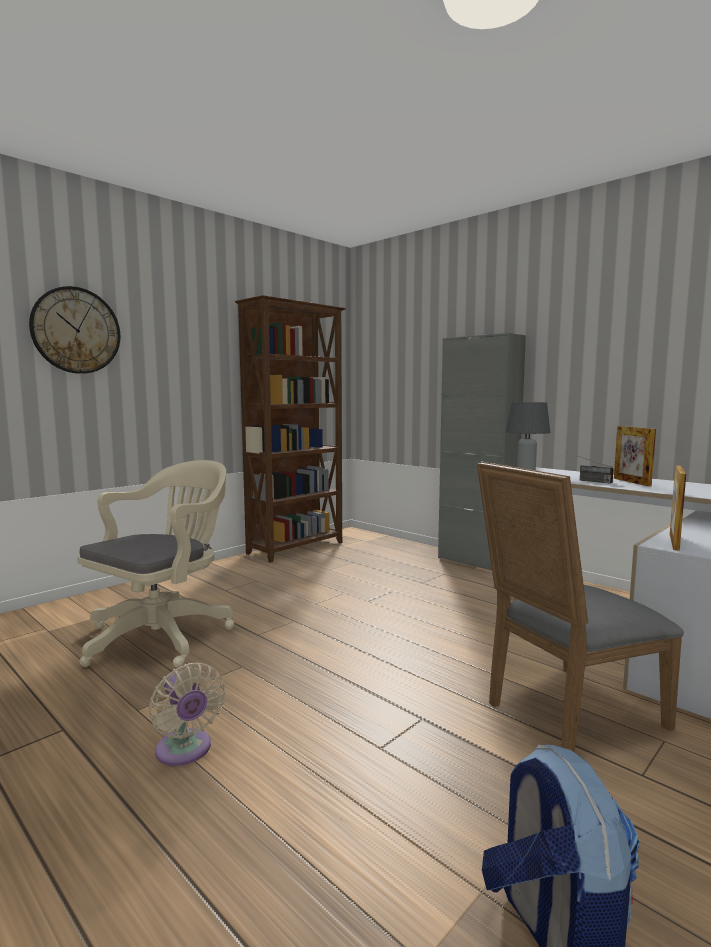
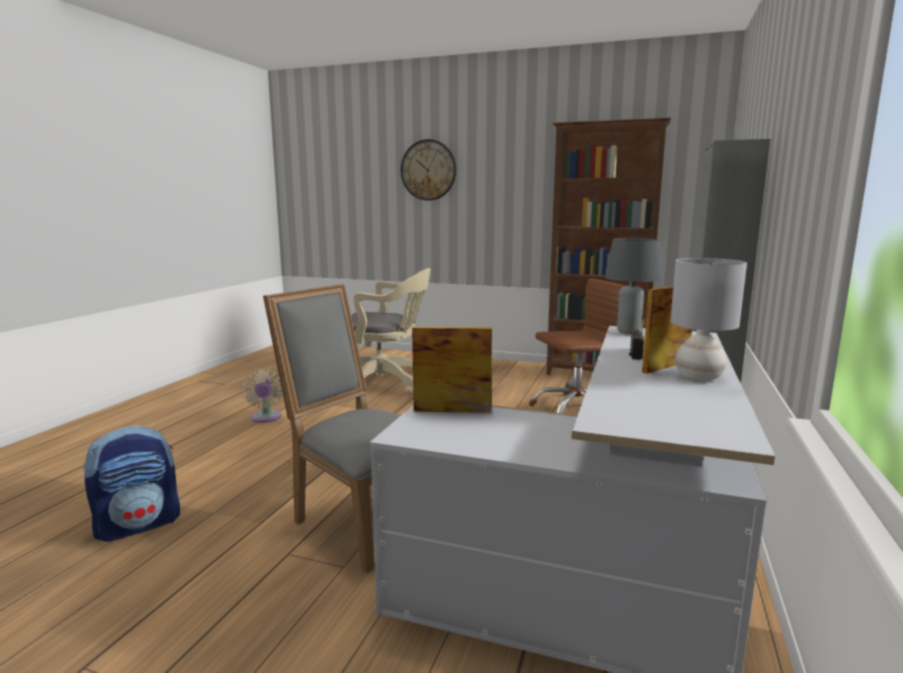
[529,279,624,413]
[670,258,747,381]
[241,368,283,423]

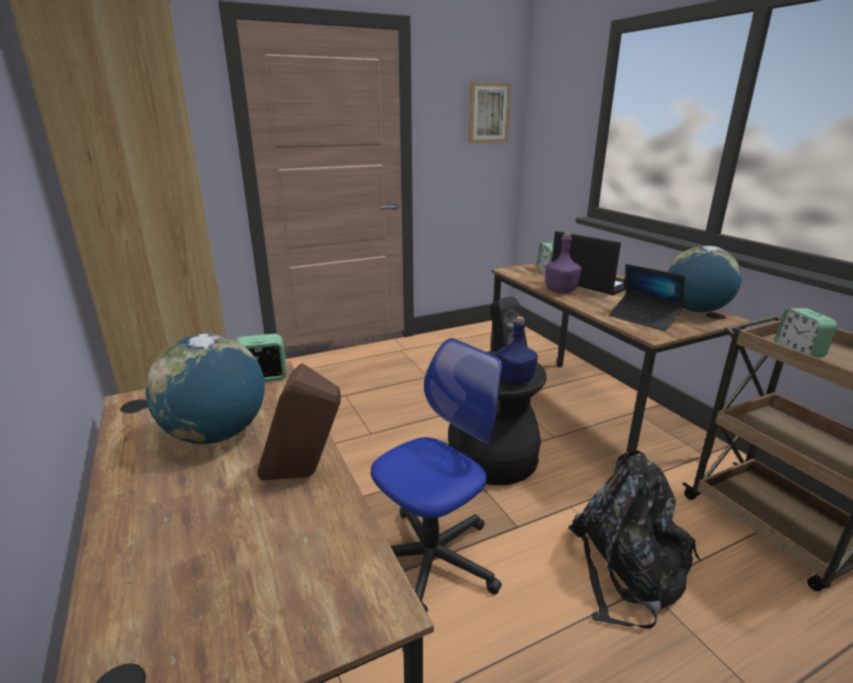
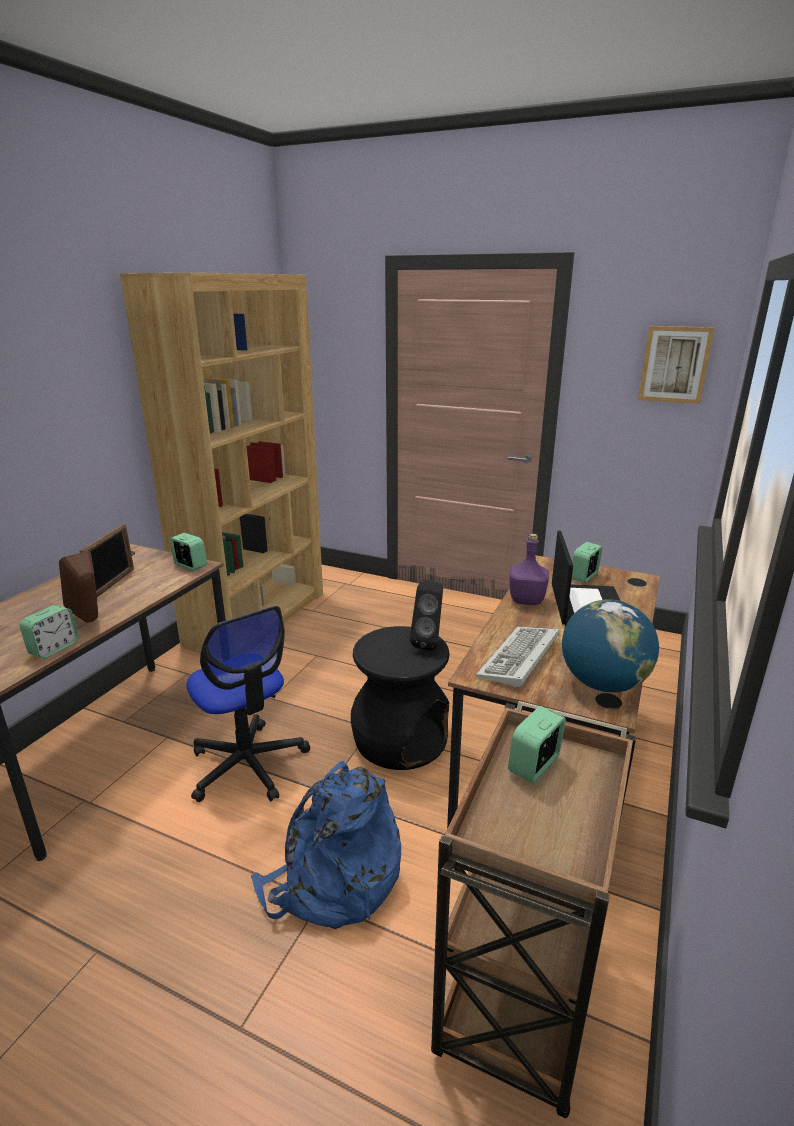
[496,316,538,386] (first image)
[20,605,79,658]
[79,524,134,597]
[476,627,559,688]
[251,761,401,929]
[187,606,310,802]

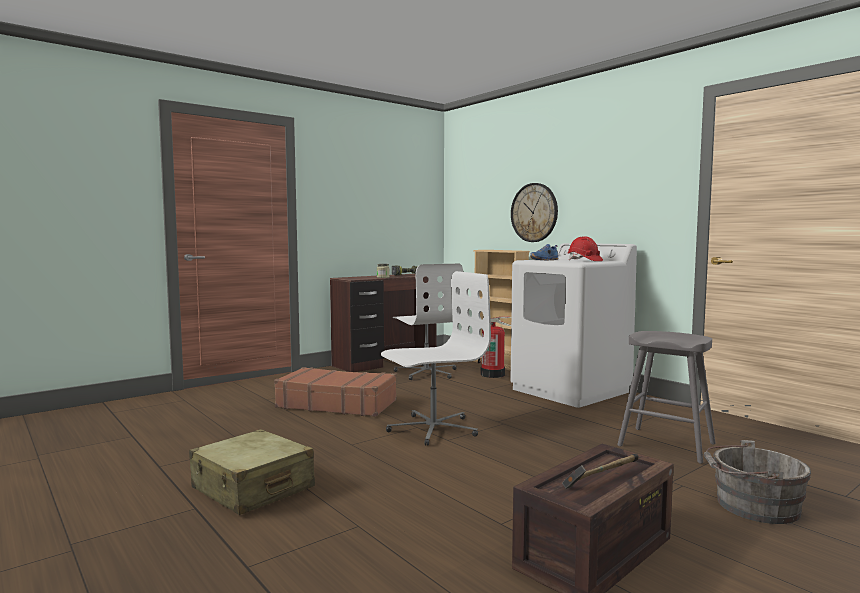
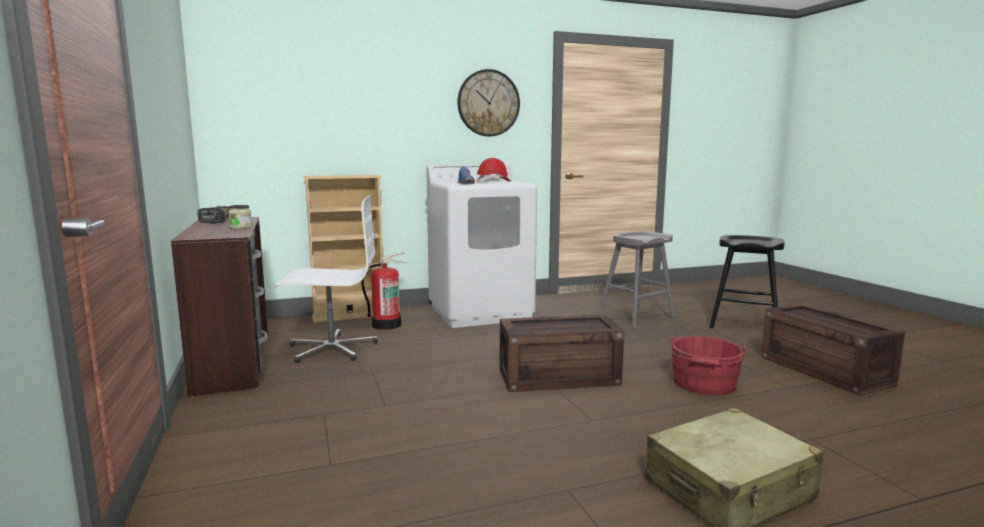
[274,367,397,417] (first image)
[562,453,638,489] (first image)
[669,336,746,395]
[457,69,520,137]
[500,315,624,392]
[709,235,785,328]

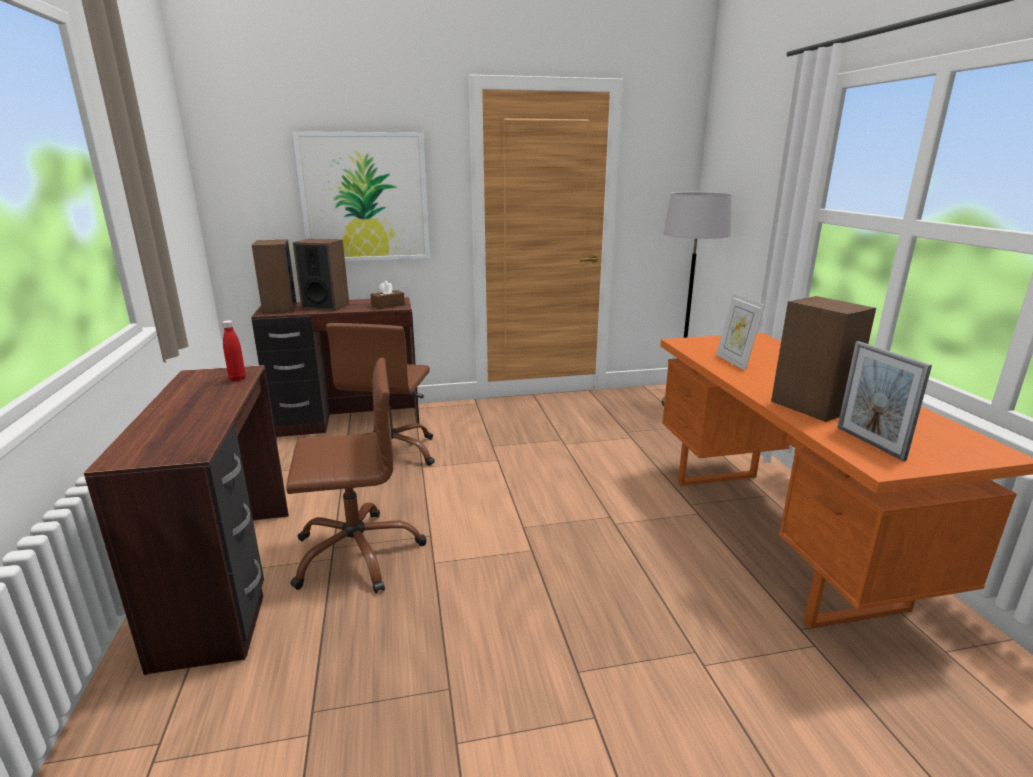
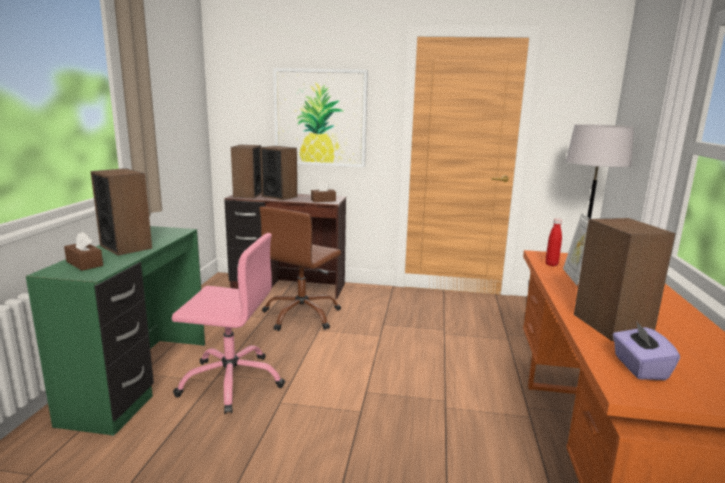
[64,232,103,271]
[90,168,152,256]
[545,218,562,266]
[613,321,680,380]
[26,226,205,436]
[172,233,285,414]

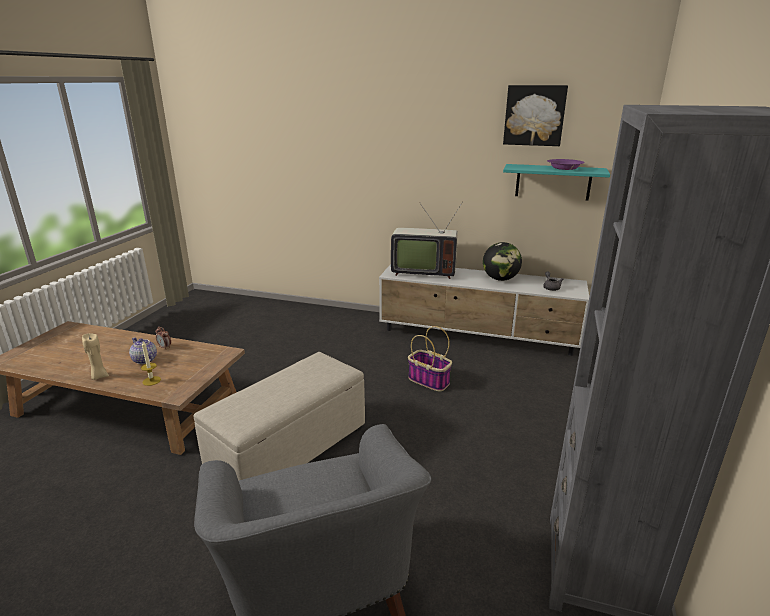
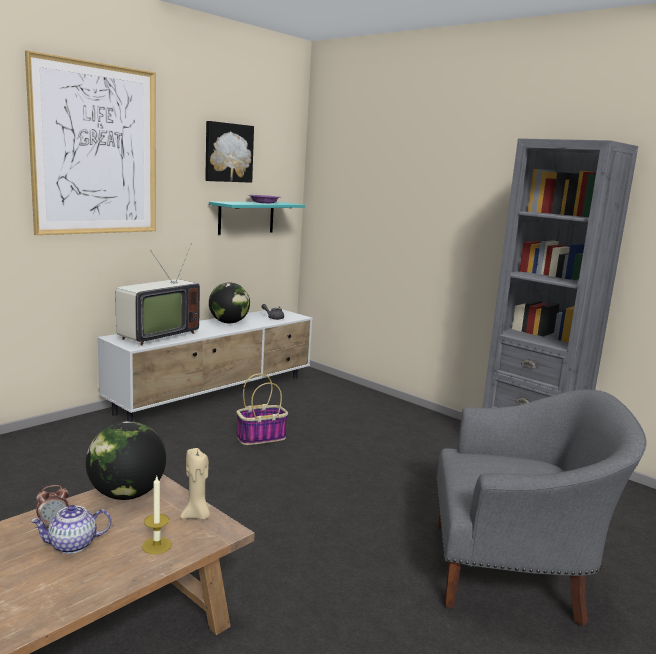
[194,352,365,481] (first image)
[25,50,156,235]
[86,421,166,500]
[180,448,211,520]

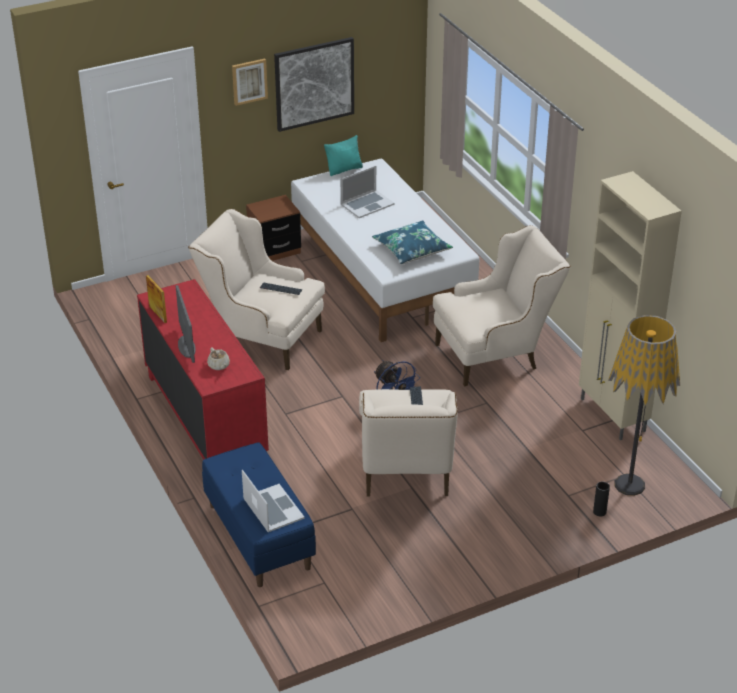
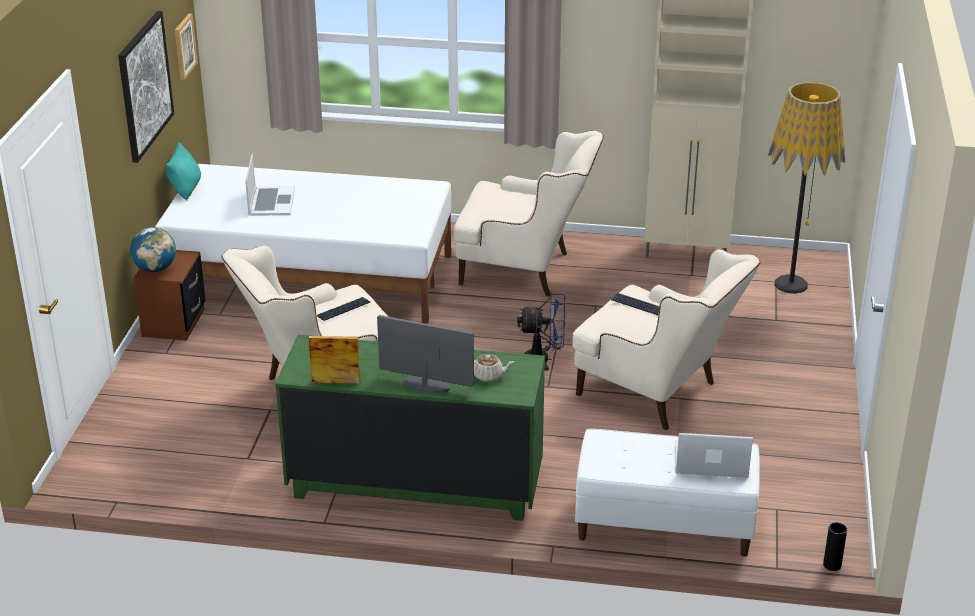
[372,220,453,264] (first image)
[130,227,176,272]
[175,13,198,80]
[823,522,847,571]
[275,335,545,521]
[575,429,760,557]
[454,130,604,297]

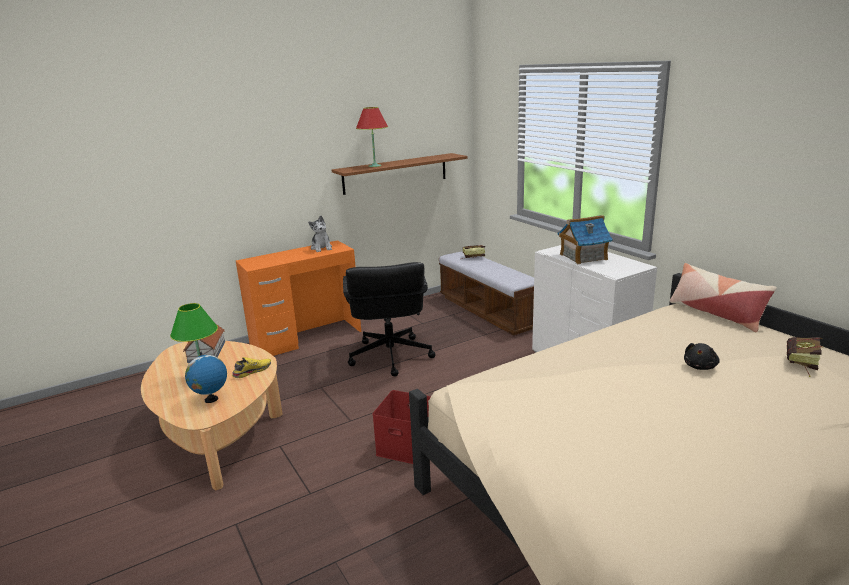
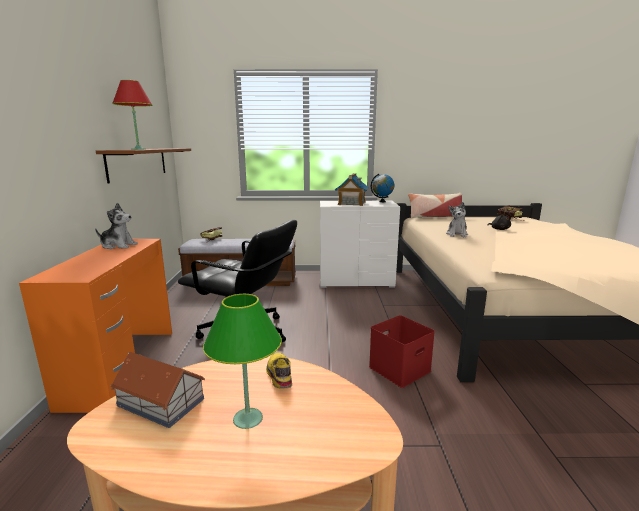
[446,202,468,238]
[371,174,394,202]

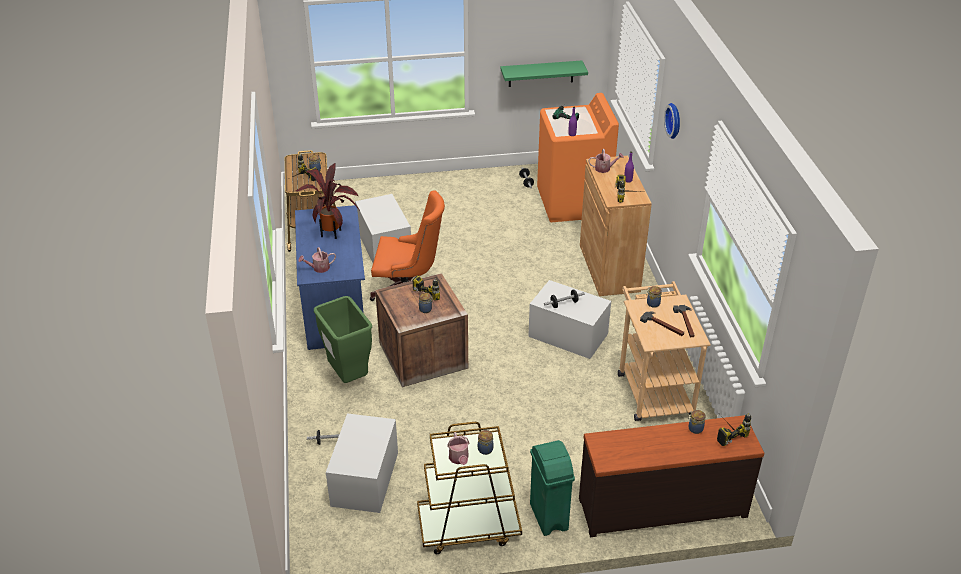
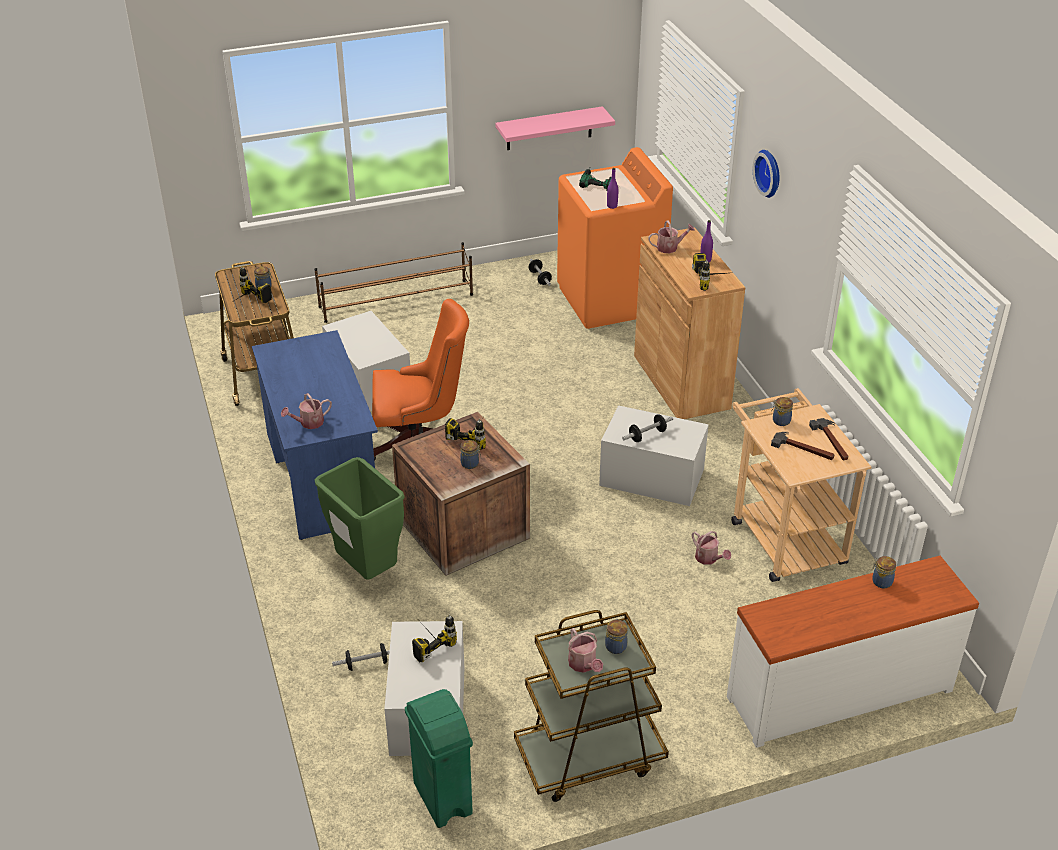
[296,163,359,239] (first image)
[314,242,473,323]
[692,531,731,565]
[405,689,473,828]
[412,614,457,663]
[495,106,615,150]
[727,556,979,748]

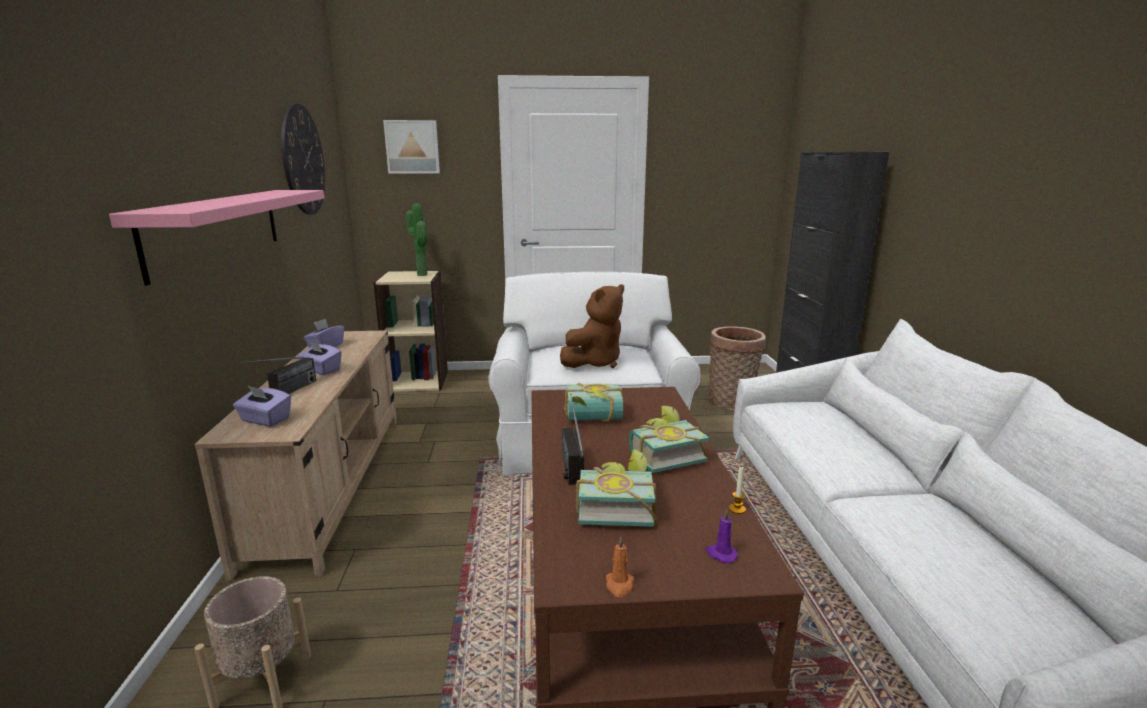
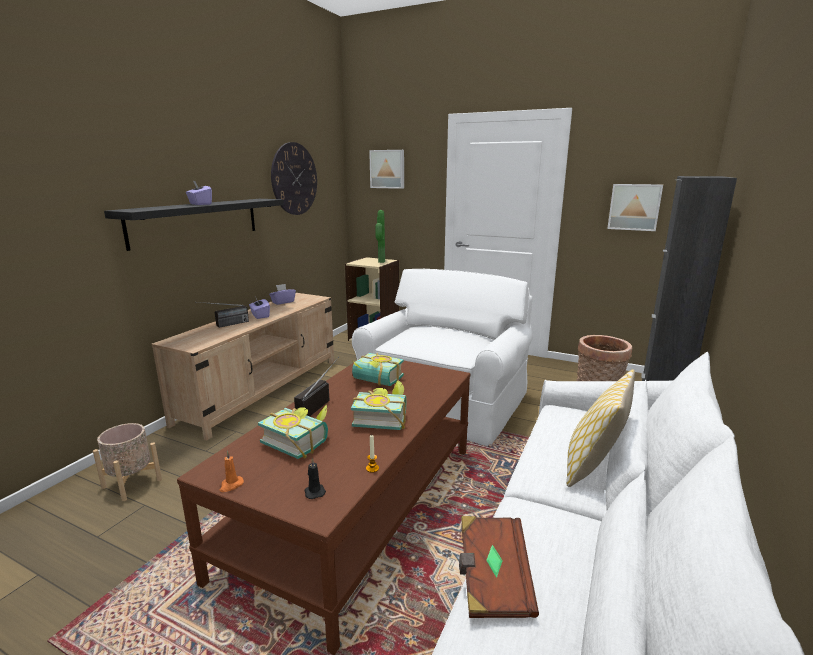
[560,284,624,368] (first image)
[459,516,539,618]
[566,370,635,487]
[607,184,663,231]
[186,181,212,205]
[104,199,283,251]
[305,458,326,499]

